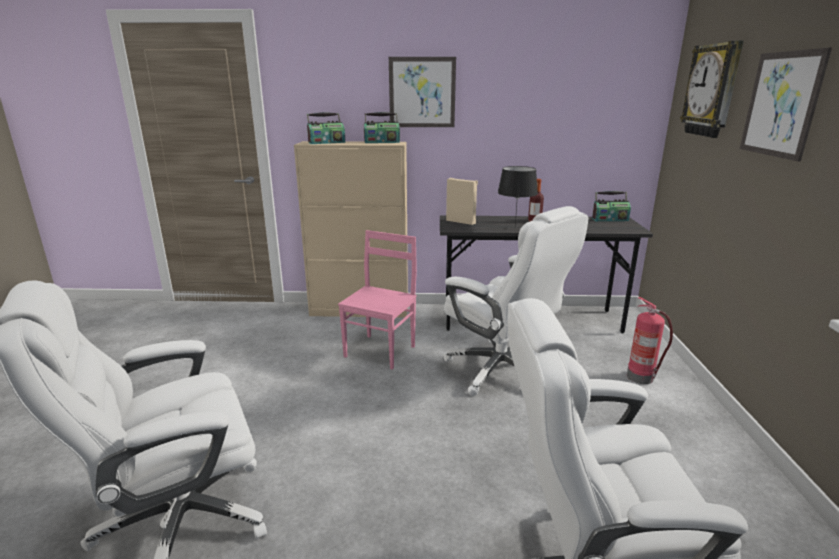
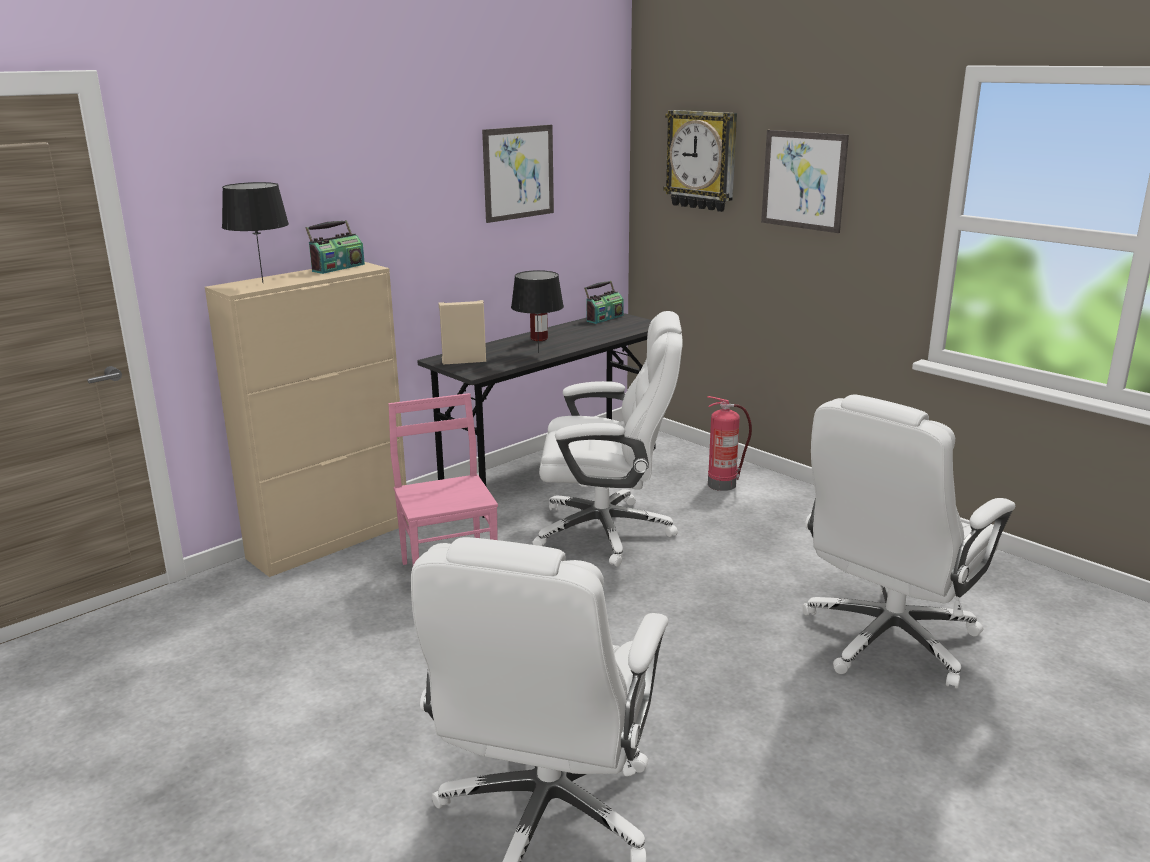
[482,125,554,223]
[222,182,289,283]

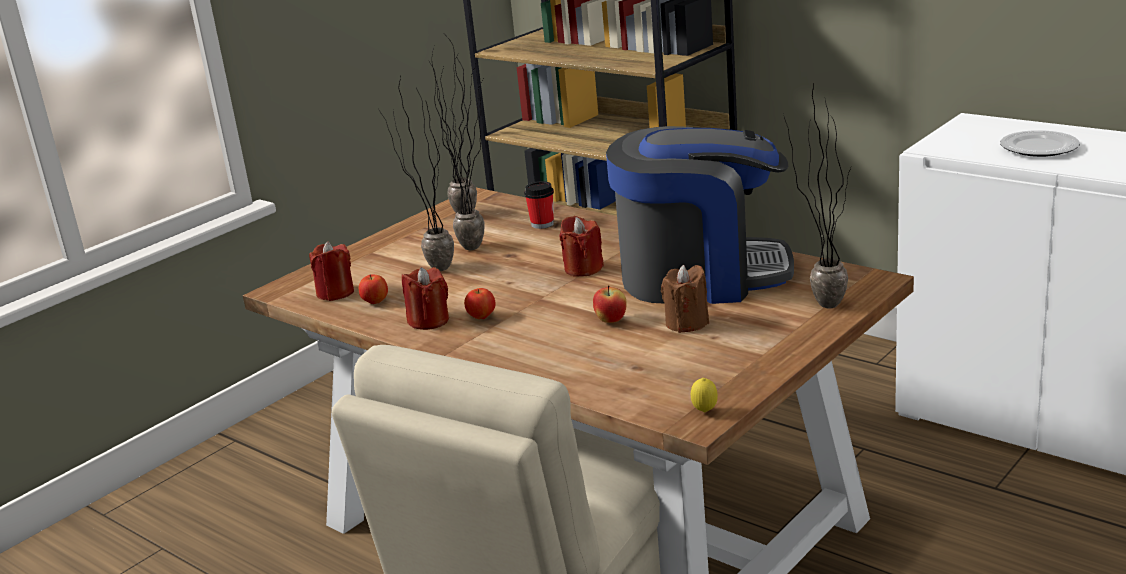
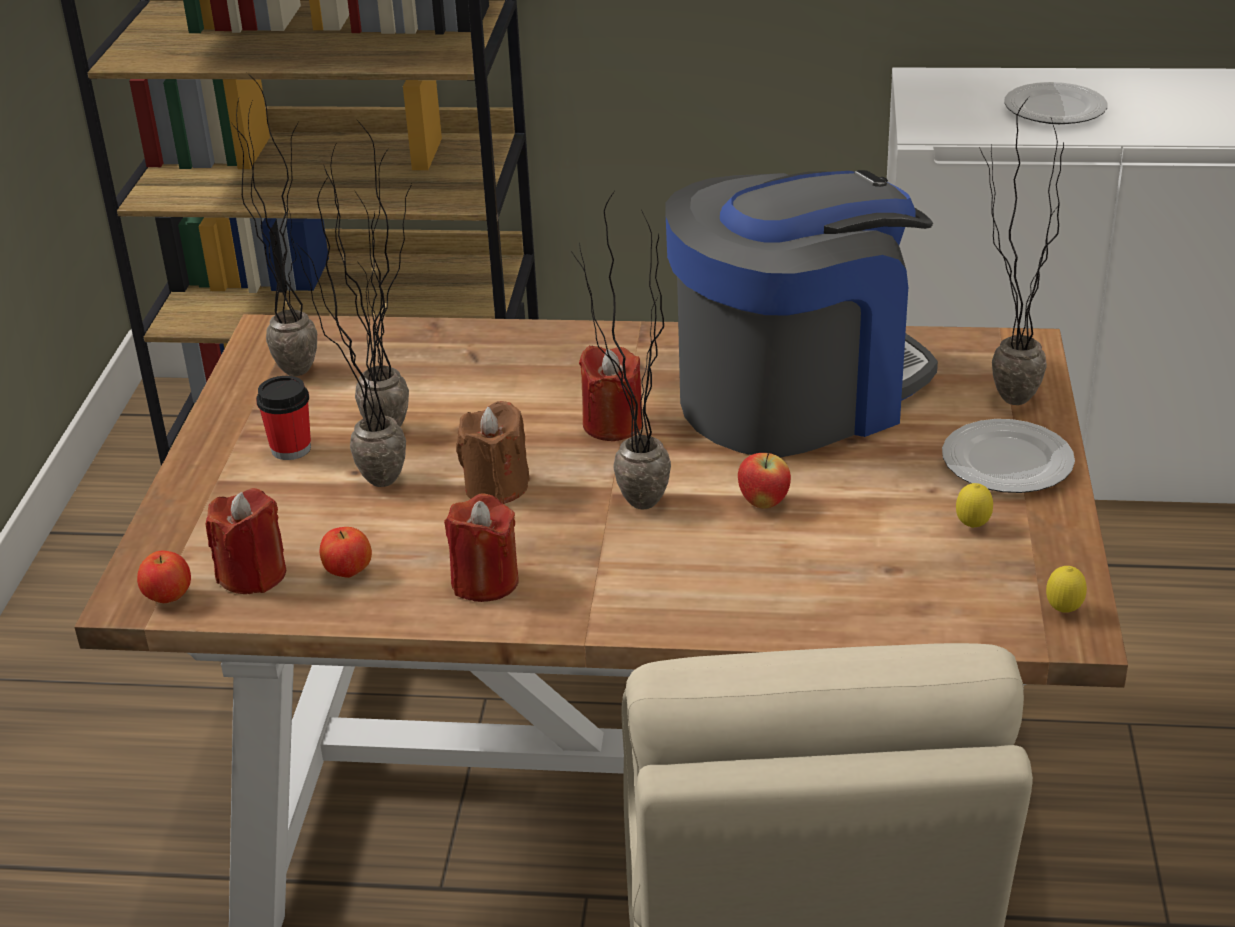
[571,191,671,509]
[942,419,1075,493]
[956,483,993,528]
[137,551,191,603]
[256,376,311,460]
[456,401,529,504]

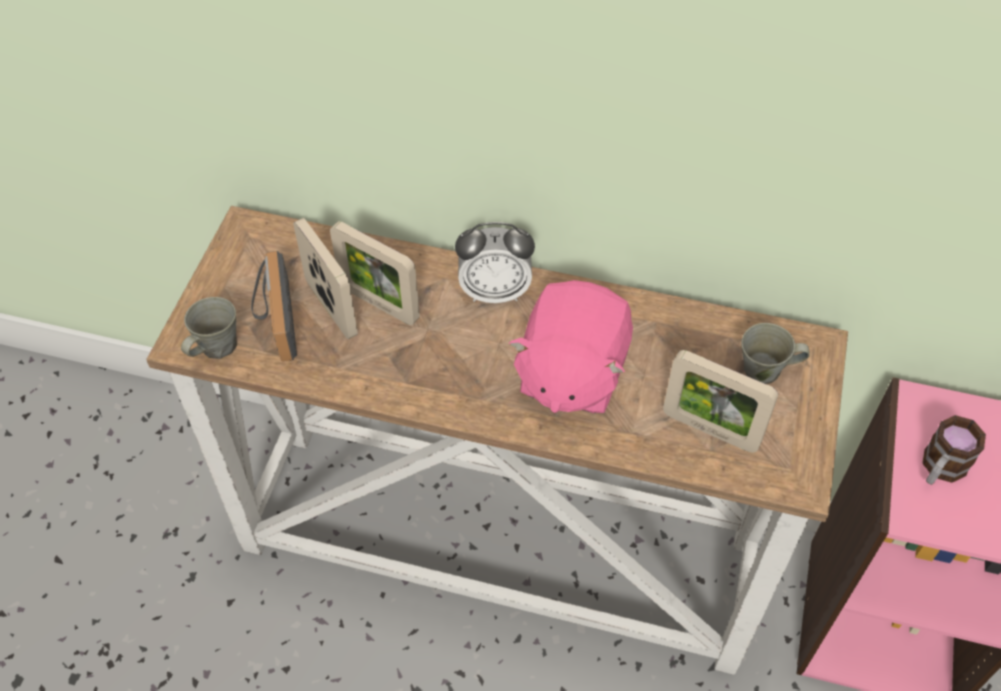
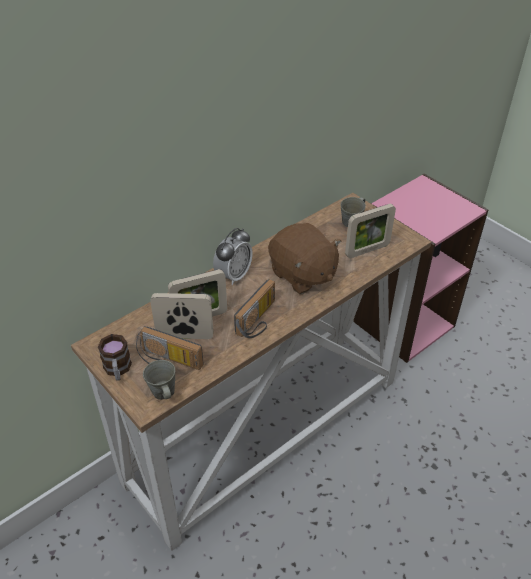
[234,279,275,338]
[98,334,132,381]
[268,223,341,294]

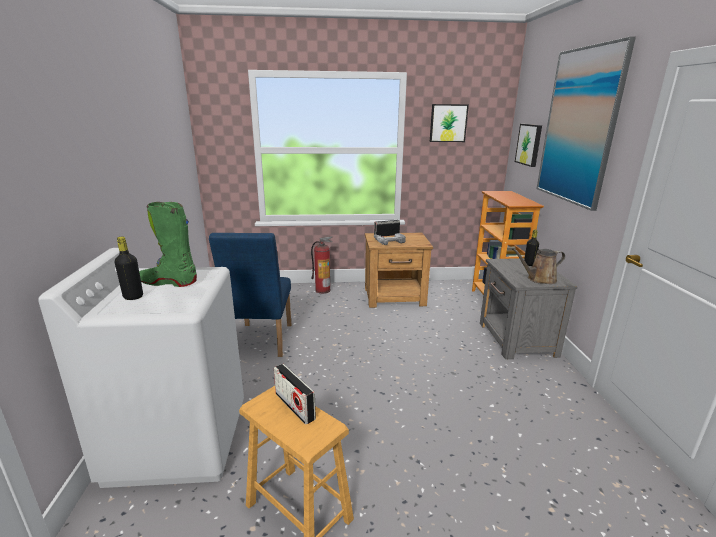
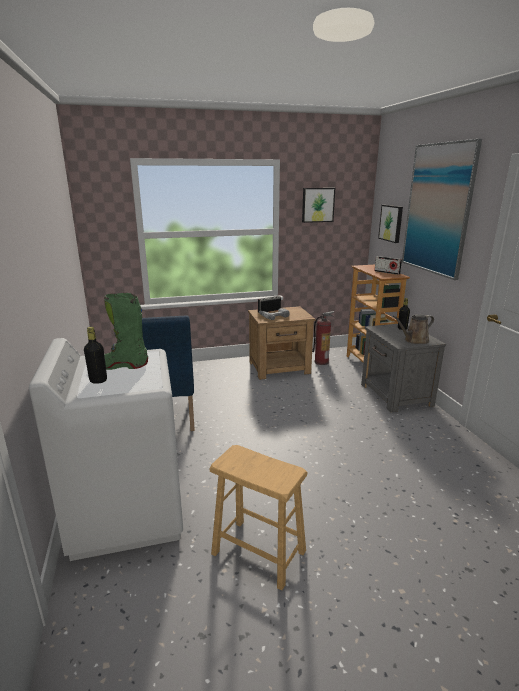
[374,256,402,275]
[312,311,334,365]

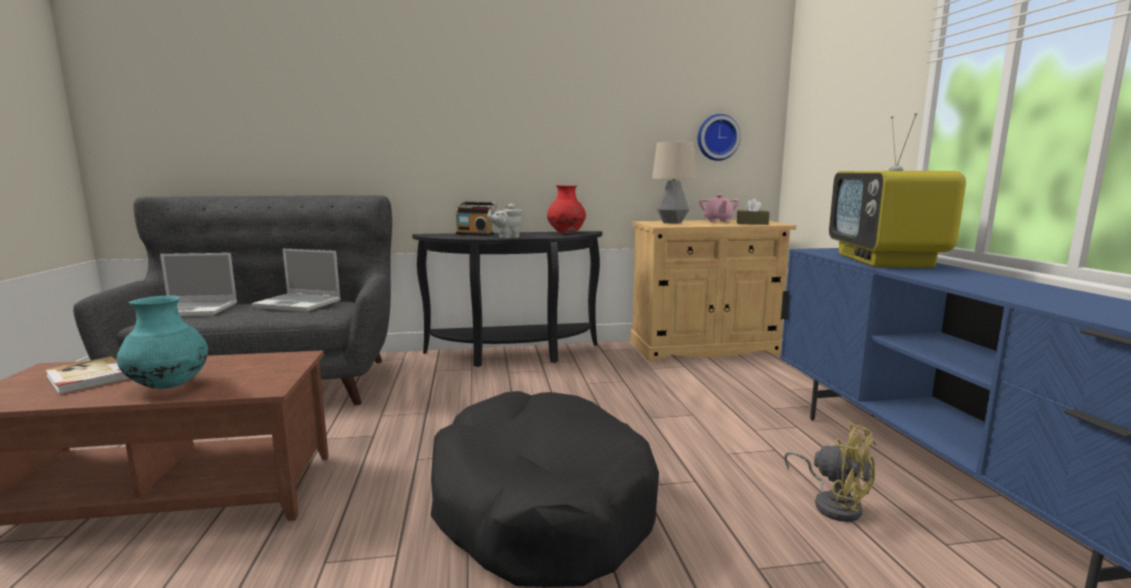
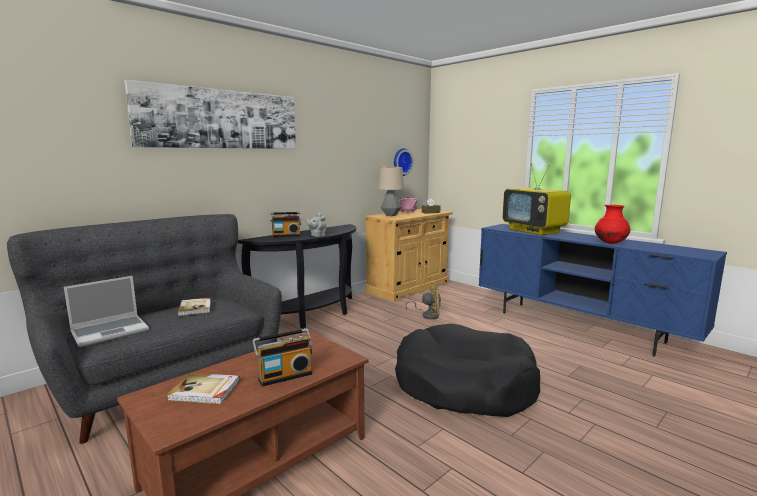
[124,80,296,149]
[595,205,630,244]
[405,282,441,319]
[252,329,312,387]
[178,297,211,316]

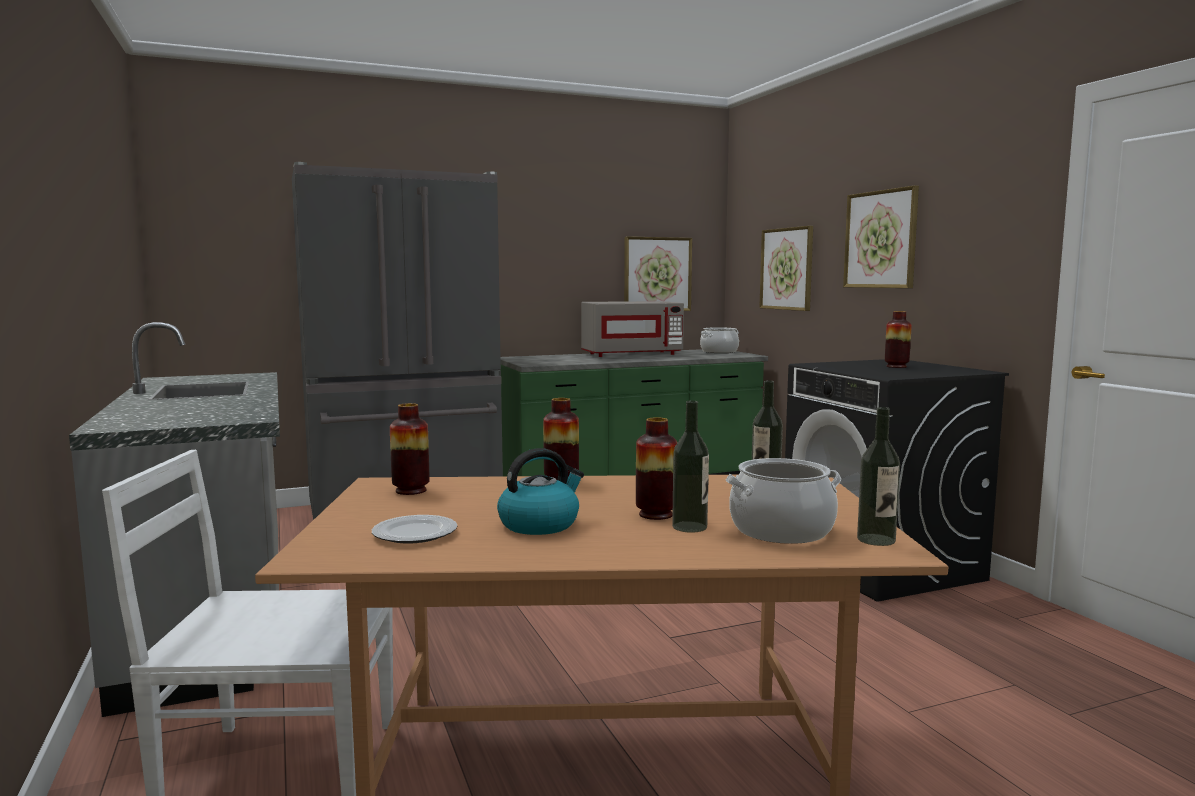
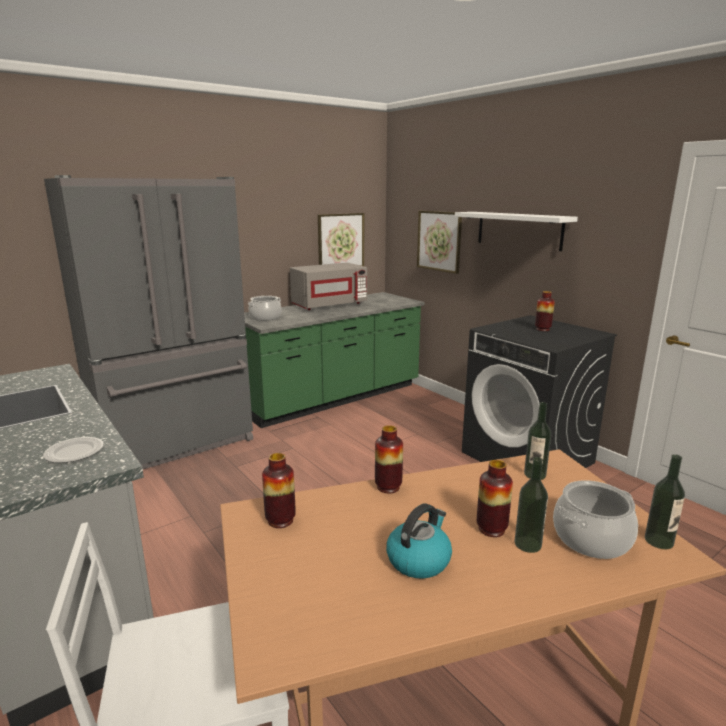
[43,437,104,463]
[248,296,282,321]
[455,212,578,251]

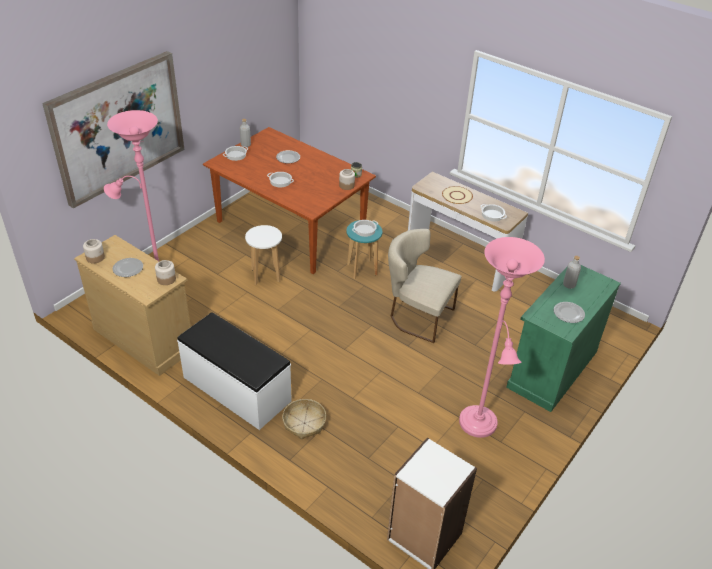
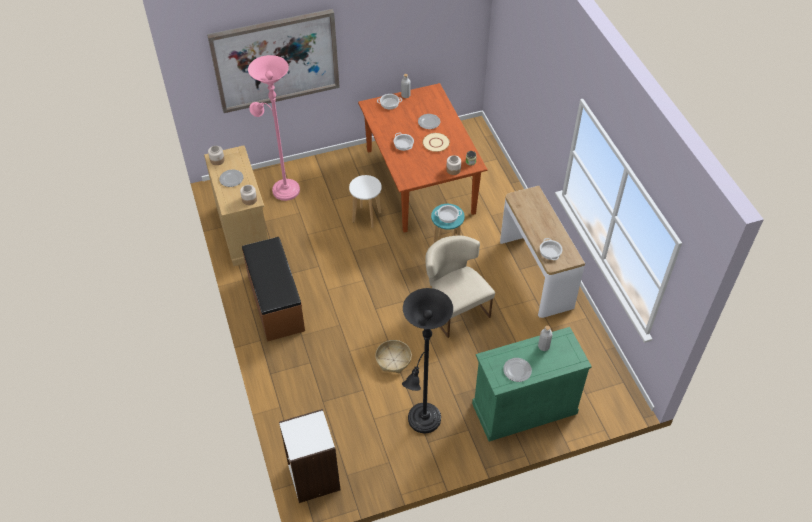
[375,340,412,373]
[422,133,450,152]
[242,237,305,342]
[402,288,453,433]

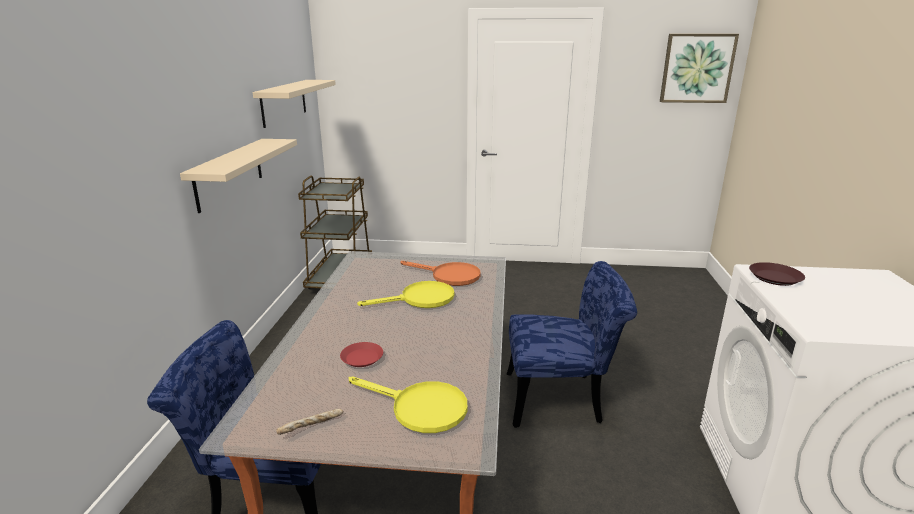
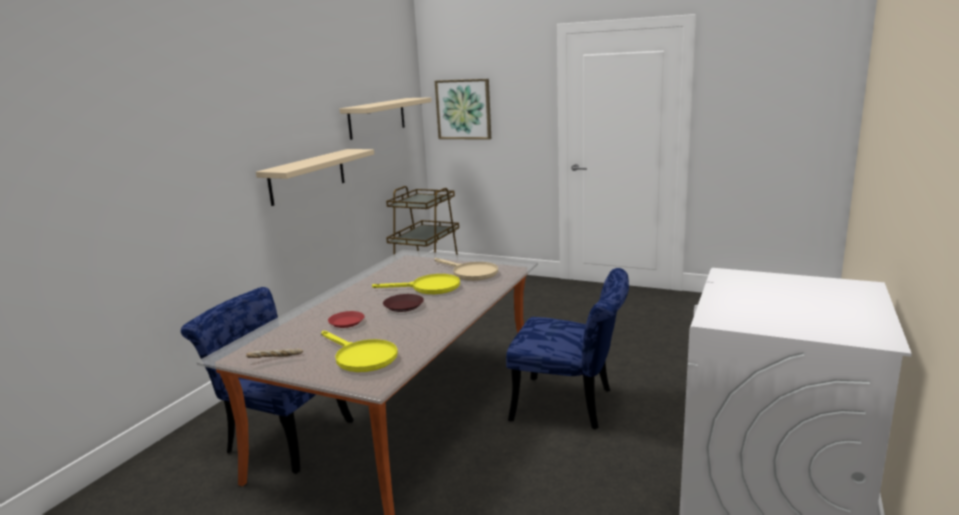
[435,79,491,140]
[383,294,424,312]
[435,258,498,281]

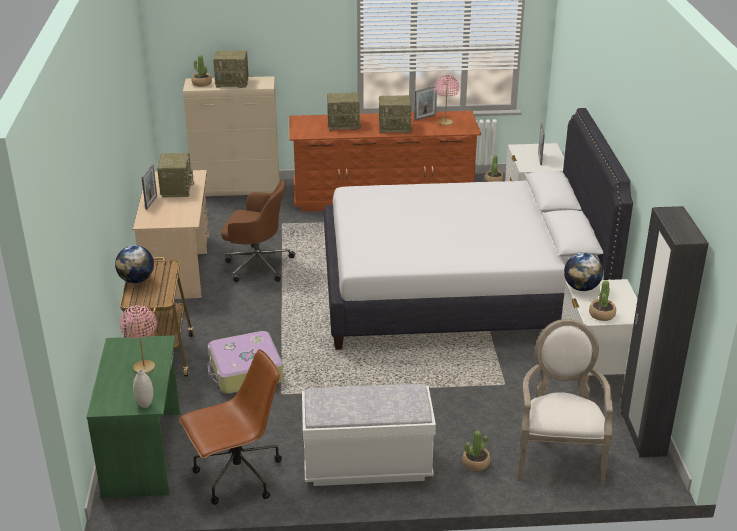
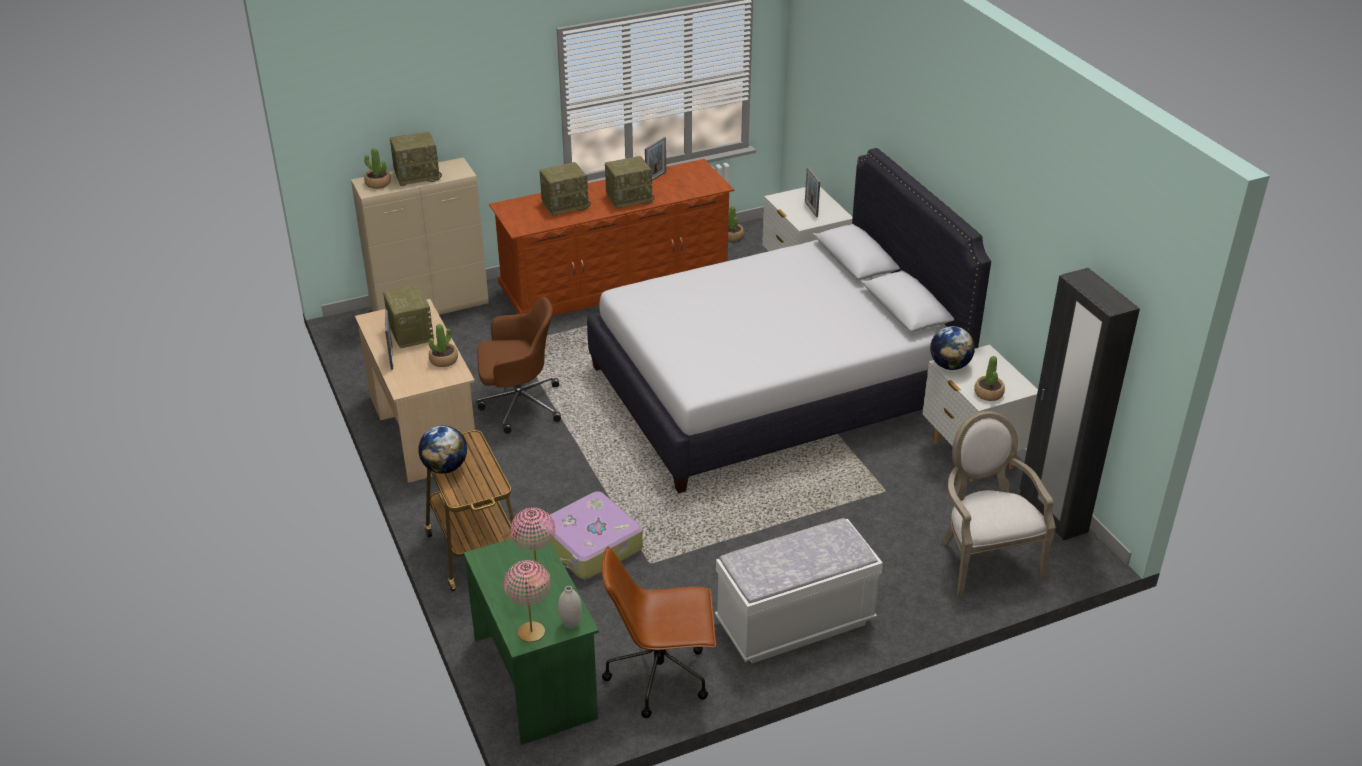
[504,560,551,643]
[429,324,458,367]
[602,547,716,718]

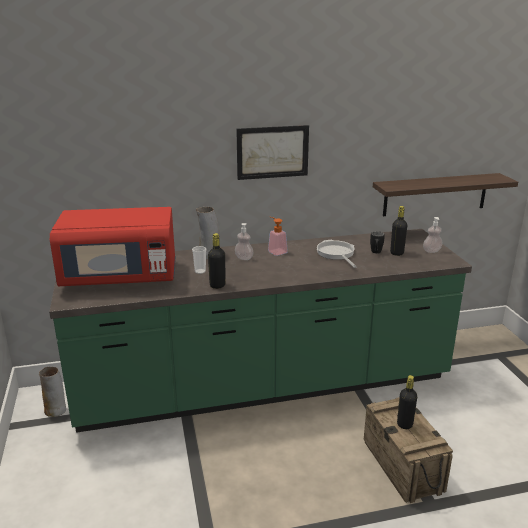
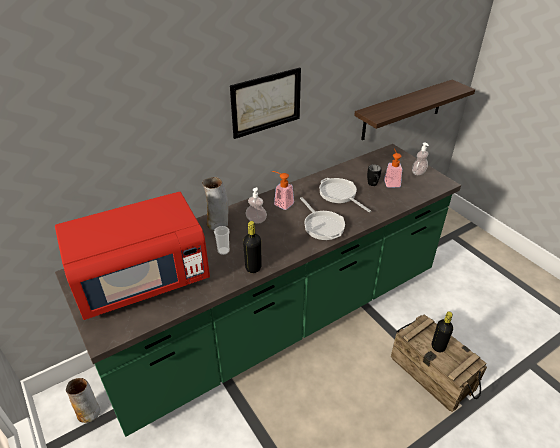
[300,197,345,240]
[384,149,402,187]

